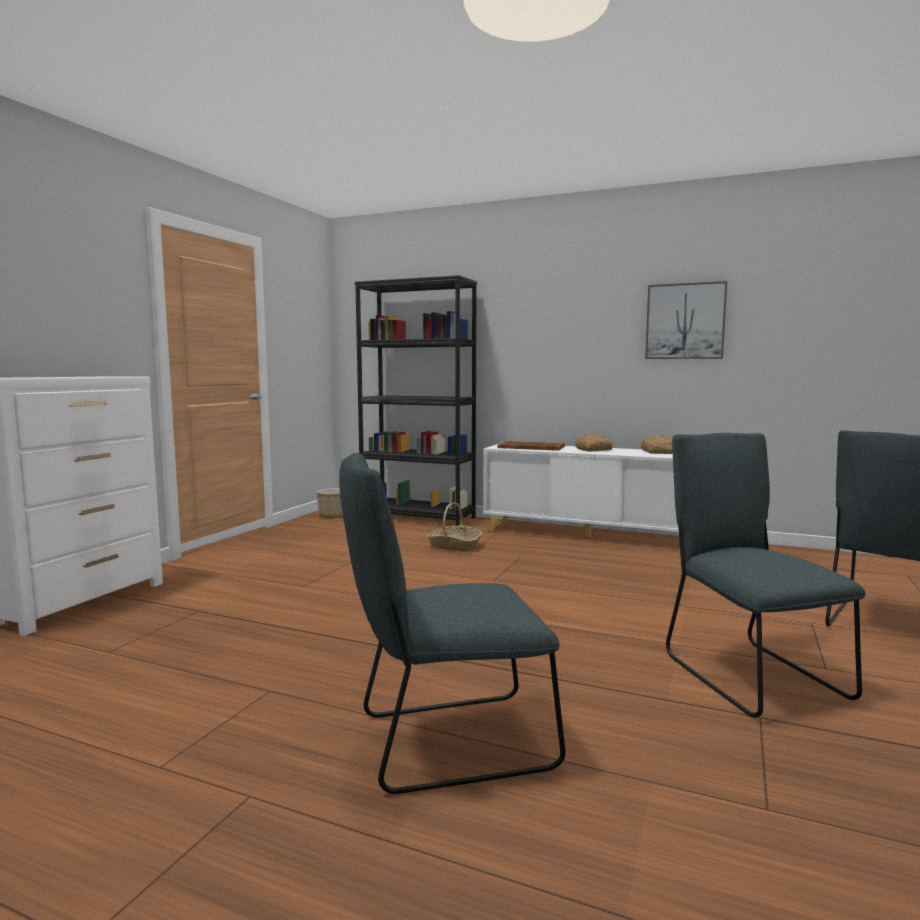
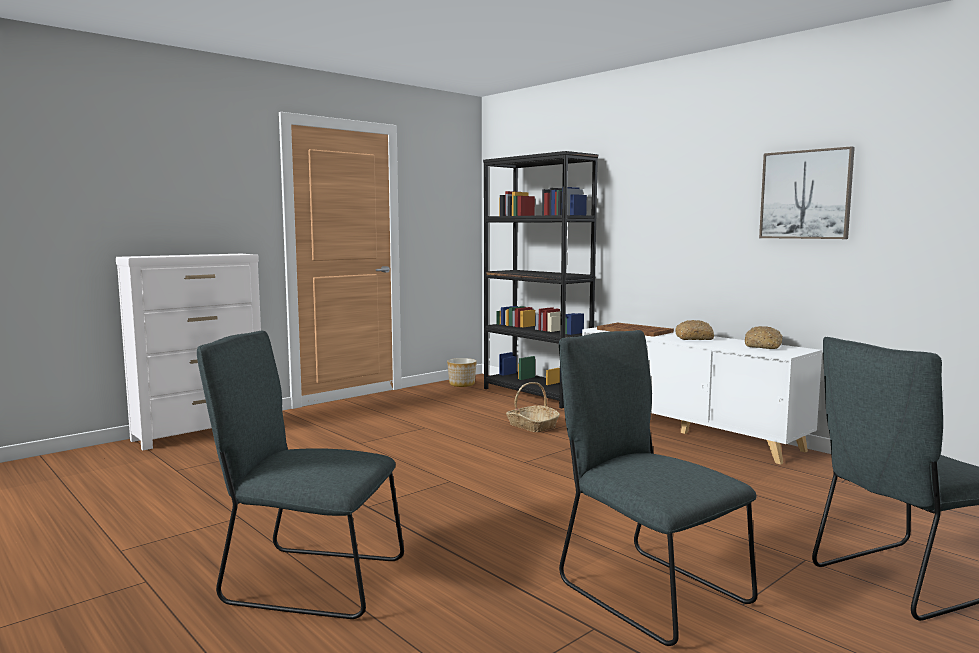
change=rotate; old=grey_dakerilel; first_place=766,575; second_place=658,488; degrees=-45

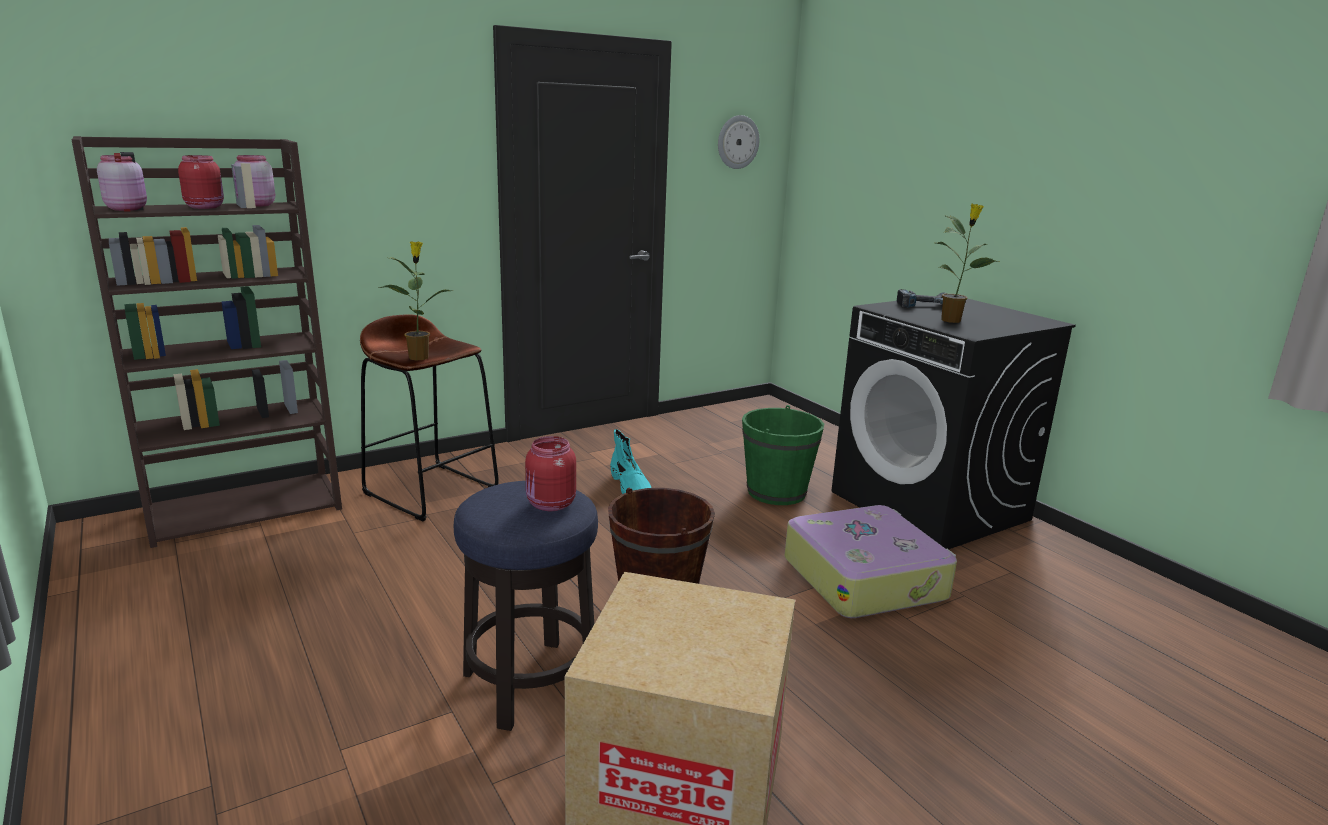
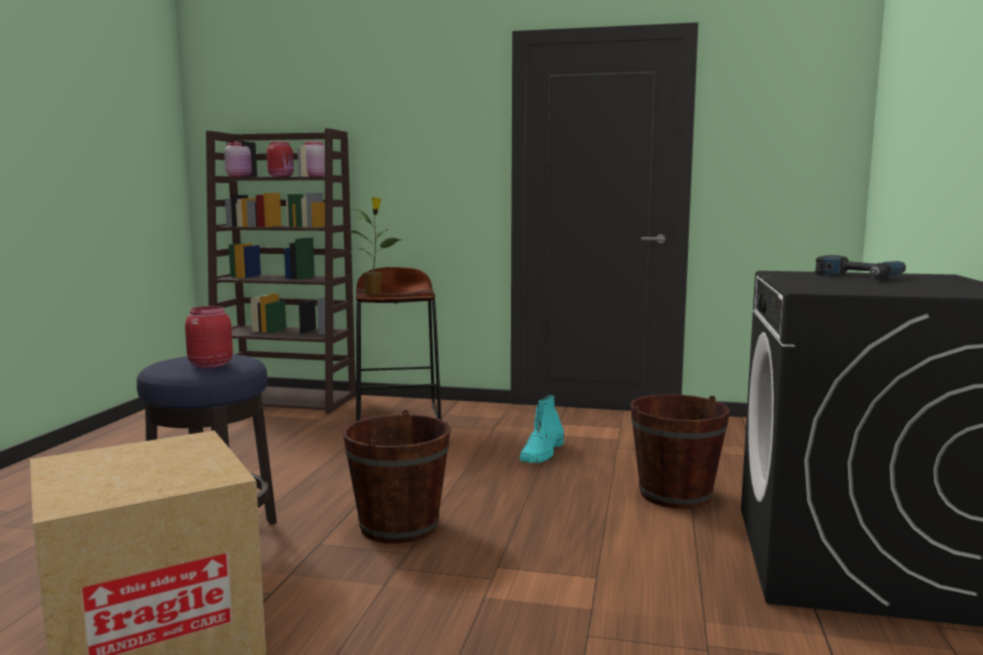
change=delete; old=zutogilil; first_place=739,142
change=delete; old=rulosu; first_place=871,561
change=delete; old=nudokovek; first_place=967,263
change=recolor; old=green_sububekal; new=brown_sububekal; first_place=783,455; second_place=680,451

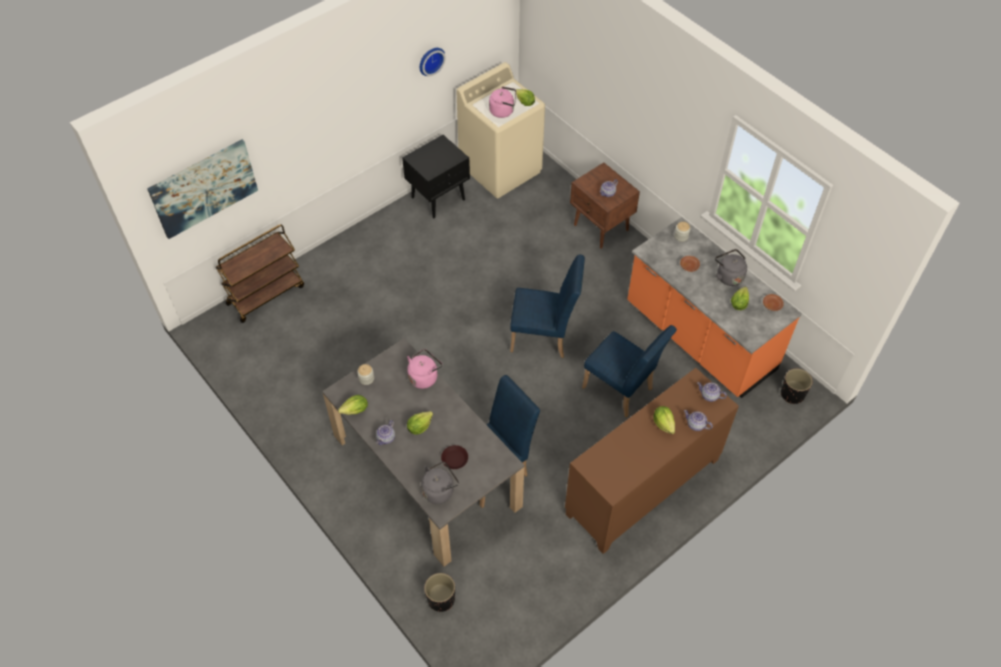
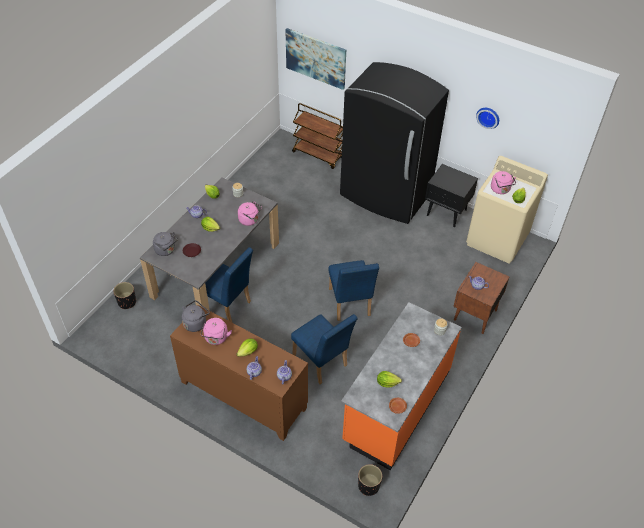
change=insert; new=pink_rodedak; second_place=216,331
change=insert; new=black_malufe; second_place=394,143
change=move; old=grey_rodedak; first_place=731,267; second_place=196,316
change=rotate; old=blue_dakerilel; first_place=629,371; second_place=324,349; degrees=-60

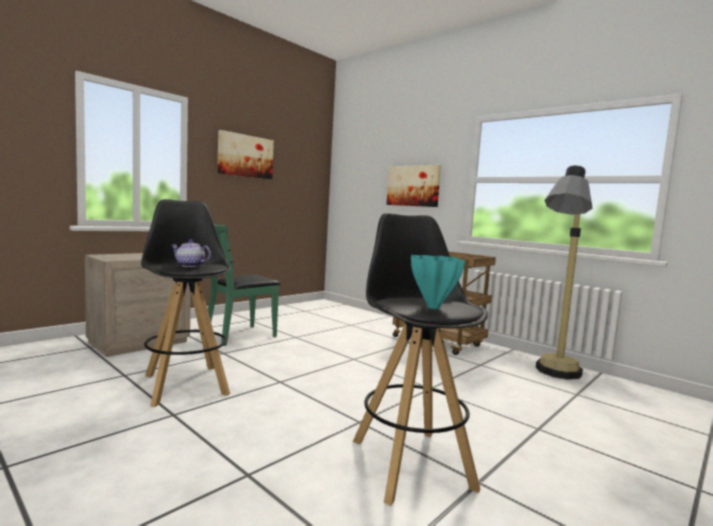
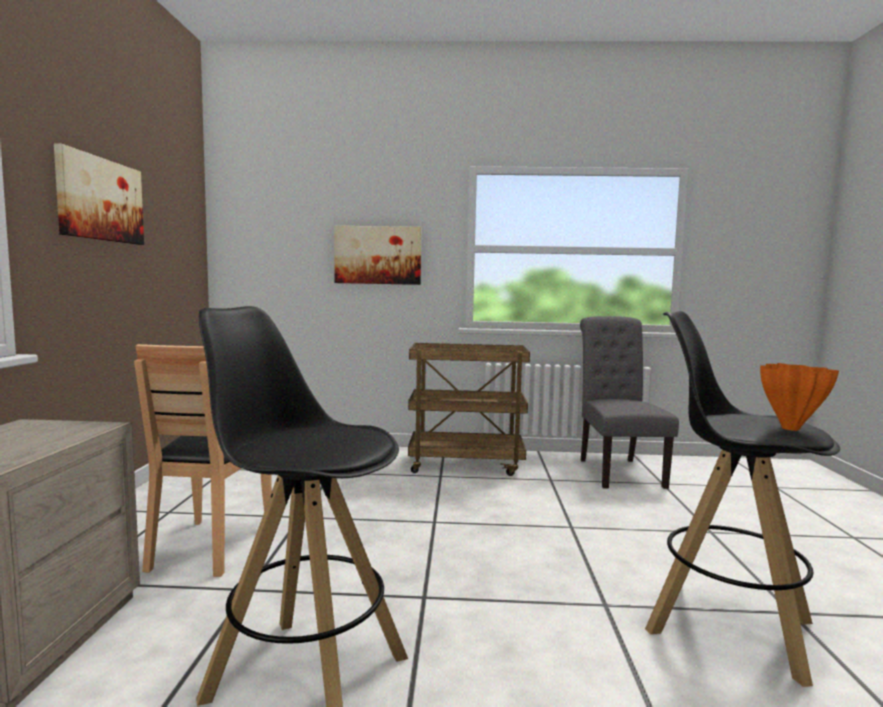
change=delete; old=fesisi; first_place=191,253
change=replace; old=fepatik; new=grey_dakerilel; first_place=564,272; second_place=629,402
change=recolor; old=green_dakerilel; new=brown_dakerilel; first_place=244,285; second_place=203,460
change=recolor; old=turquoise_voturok; new=orange_voturok; first_place=438,282; second_place=799,397

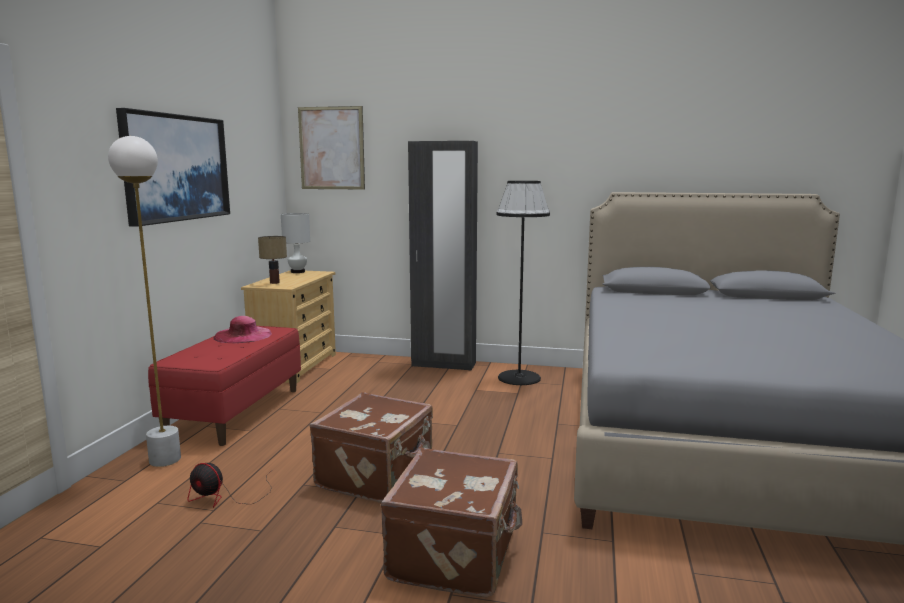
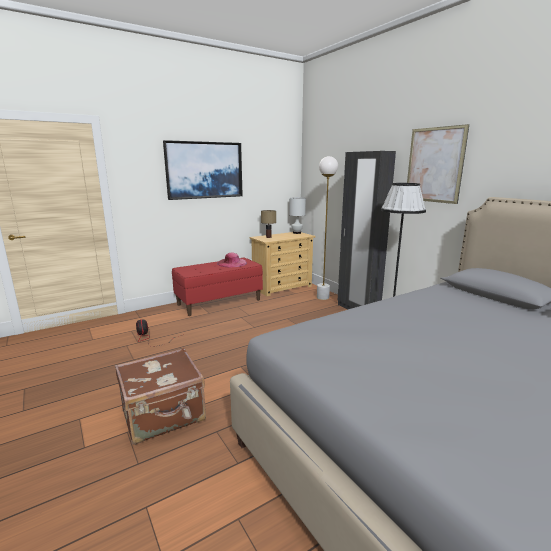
change=delete; old=brown_rulosu; first_place=371,447
change=move; old=white_fepatik; first_place=144,301; second_place=327,228
change=move; old=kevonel; first_place=331,148; second_place=438,164

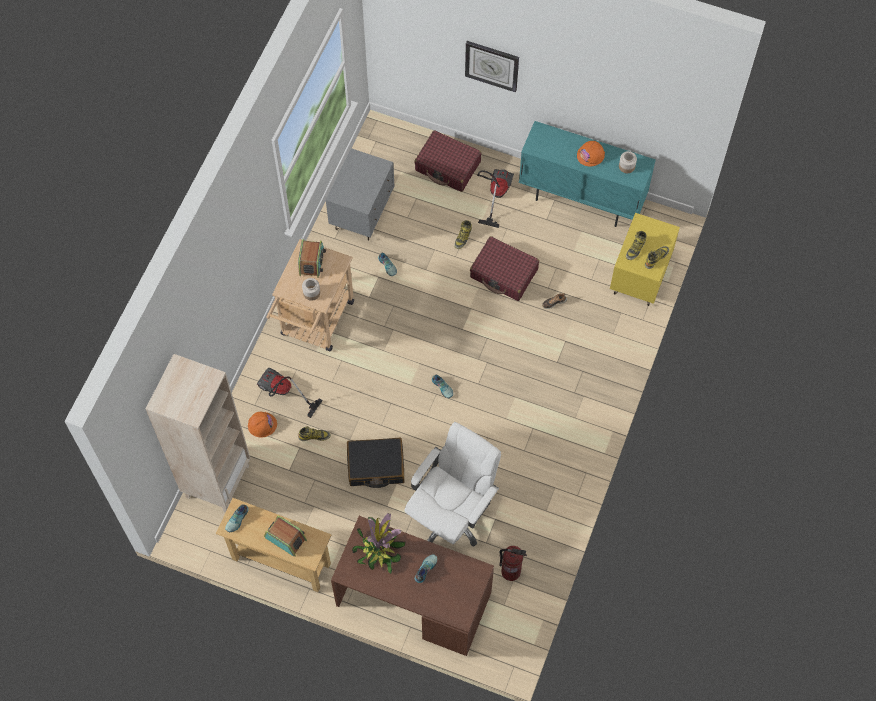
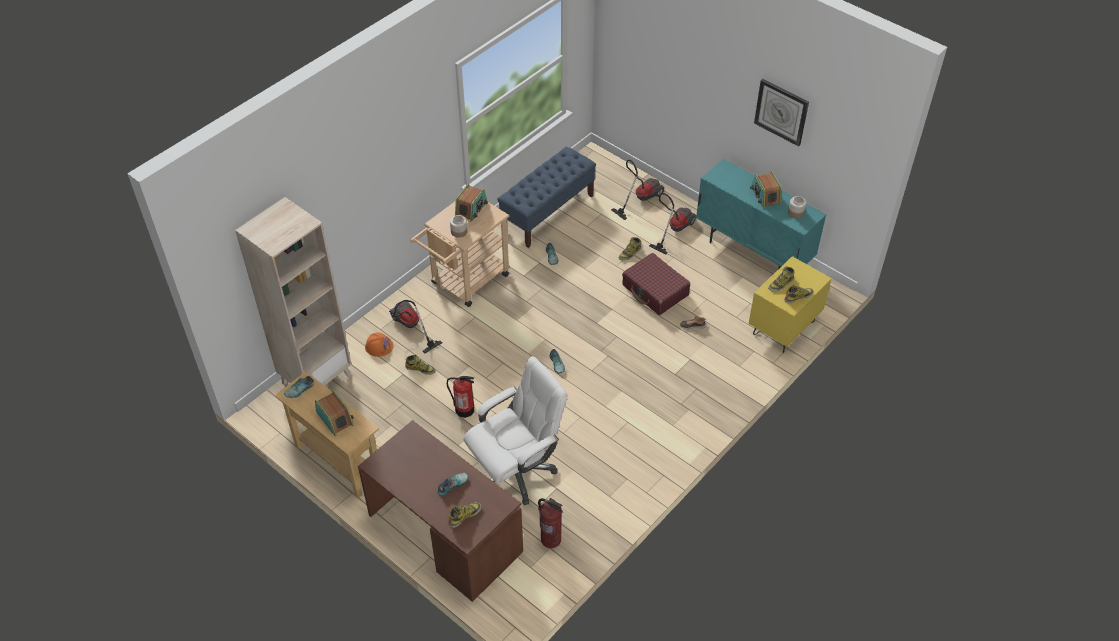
change=delete; old=nudokovek; first_place=378,543
change=insert; new=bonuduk; second_place=465,515
change=move; old=zutogilil; first_place=492,66; second_place=781,112
change=replace; old=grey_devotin; new=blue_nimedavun; first_place=360,194; second_place=546,197
change=replace; old=black_rulosu; new=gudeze; first_place=376,463; second_place=460,397
change=replace; old=red_rulosu; new=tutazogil; first_place=447,161; second_place=638,190
change=replace; old=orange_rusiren; new=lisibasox; first_place=591,154; second_place=766,189

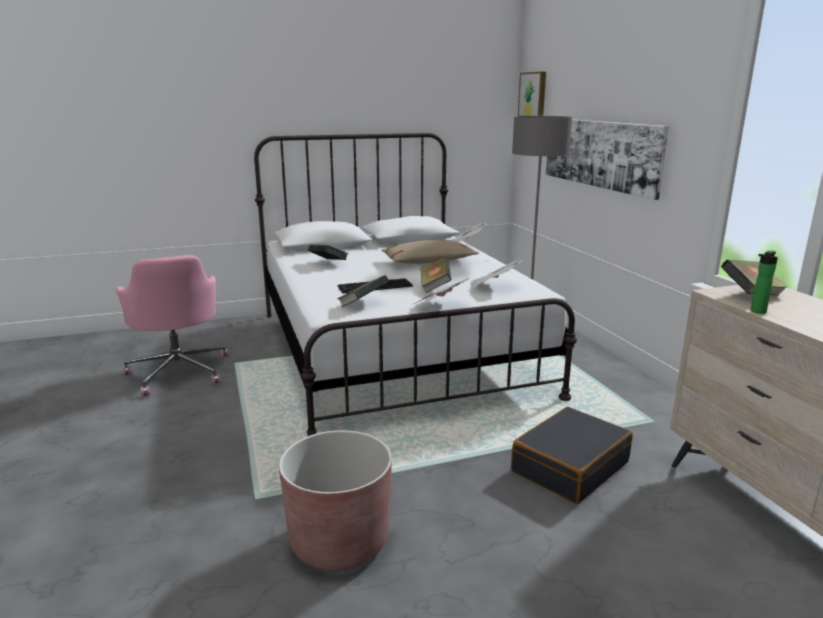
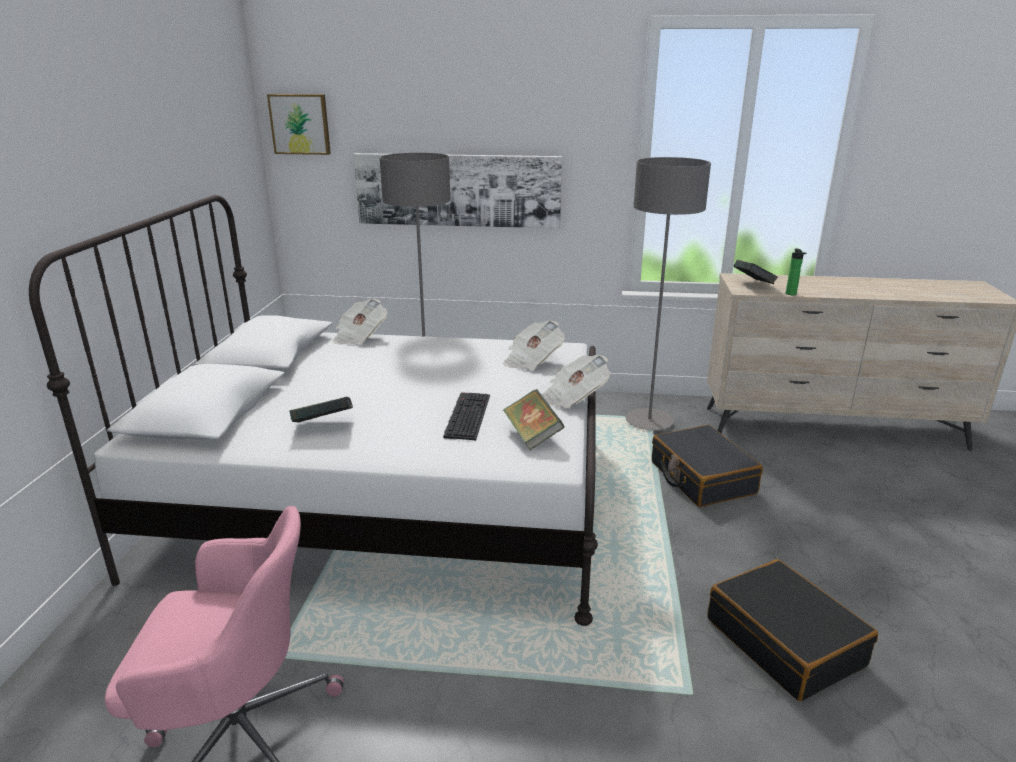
change=delete; old=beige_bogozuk; first_place=430,252
change=delete; old=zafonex; first_place=436,275
change=insert; new=grey_fepatik; second_place=668,293
change=replace; old=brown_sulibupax; new=black_rulosu; first_place=335,500; second_place=792,630

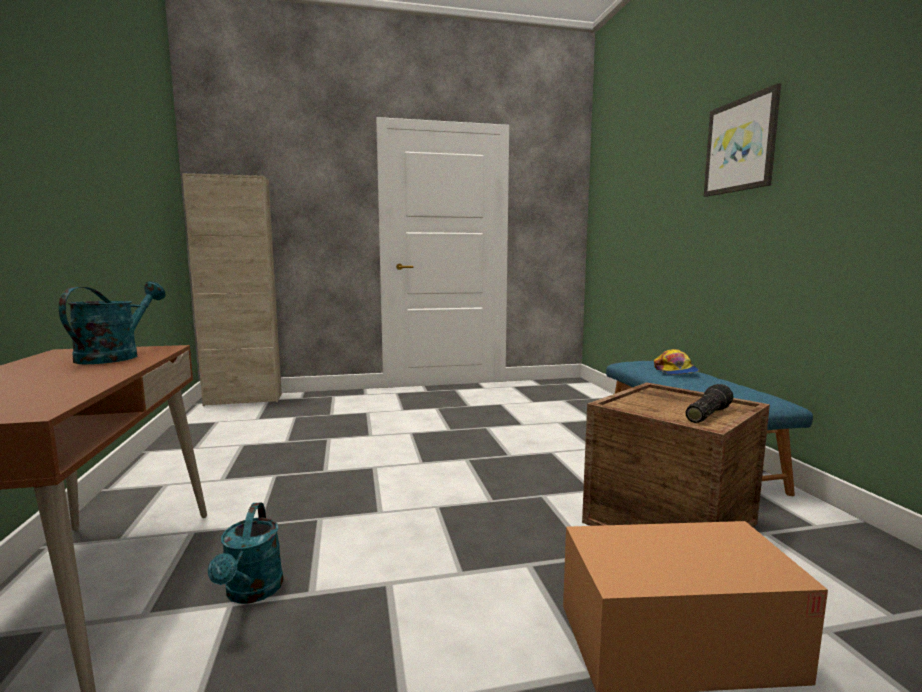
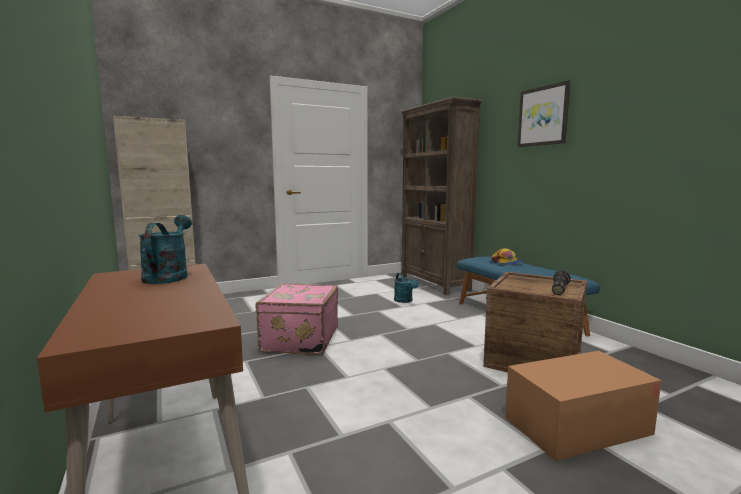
change=insert; new=pink_rulosu; second_place=297,319
change=insert; new=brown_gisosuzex; second_place=441,195
change=move; old=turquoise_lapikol; first_place=245,553; second_place=406,288

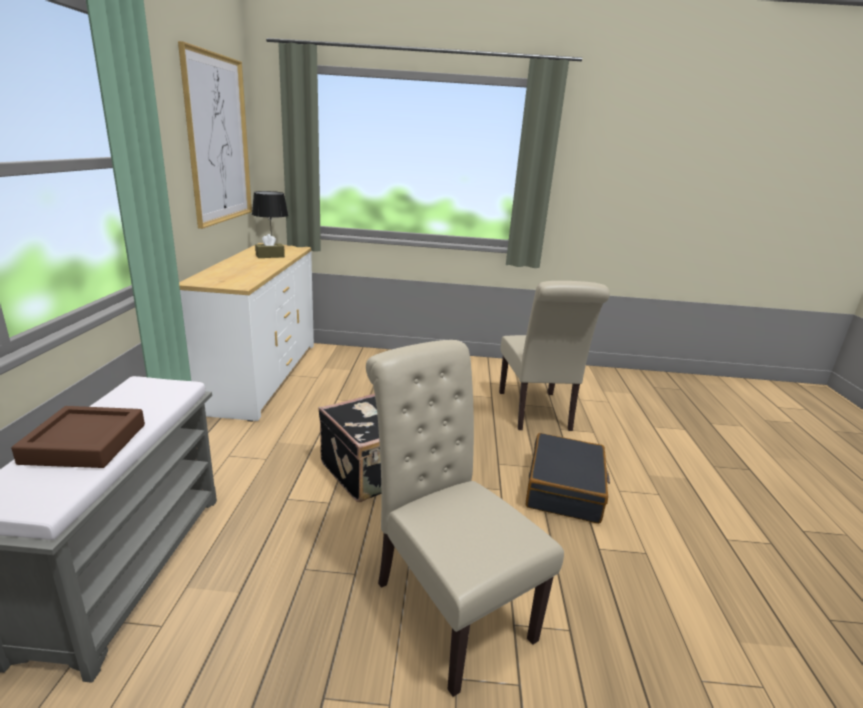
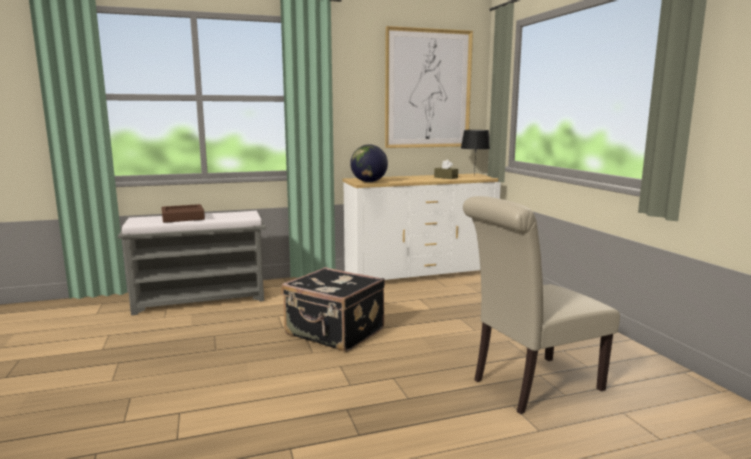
change=delete; old=beige_dakerilel; first_place=465,518
change=delete; old=black_rulosu; first_place=568,478
change=insert; new=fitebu; second_place=369,163

